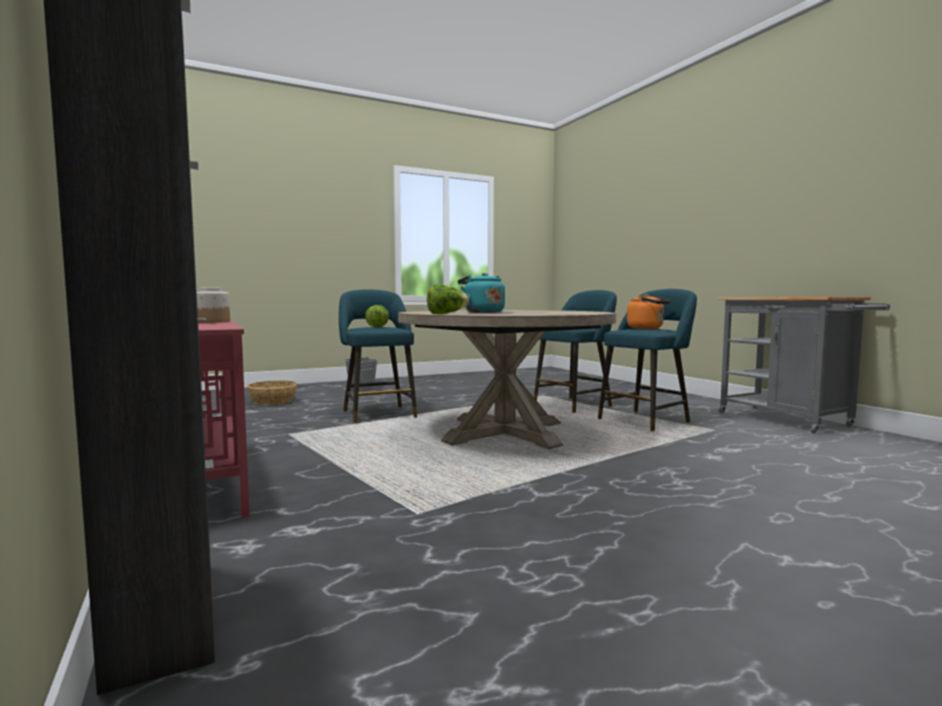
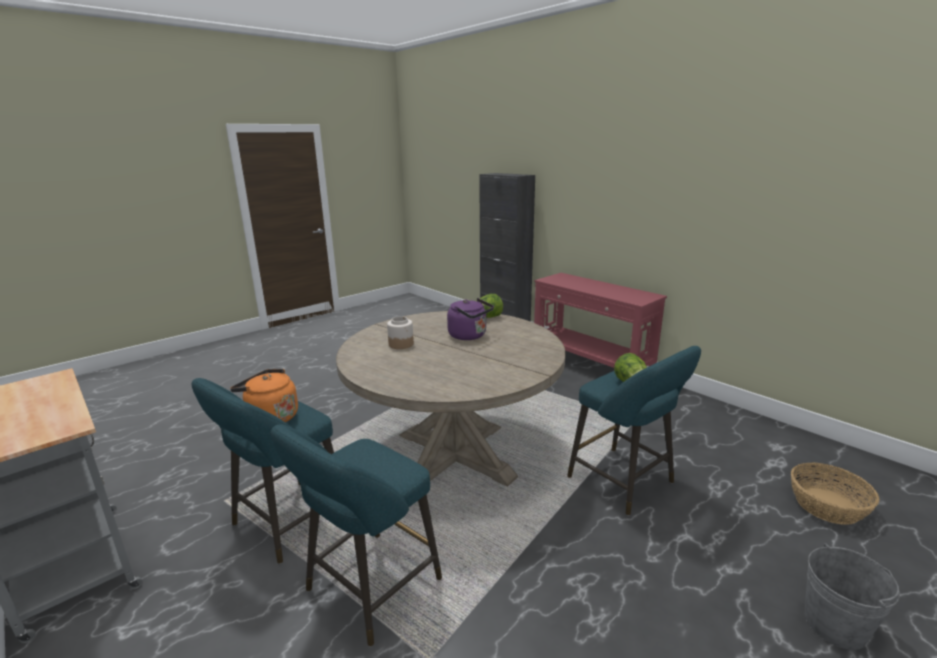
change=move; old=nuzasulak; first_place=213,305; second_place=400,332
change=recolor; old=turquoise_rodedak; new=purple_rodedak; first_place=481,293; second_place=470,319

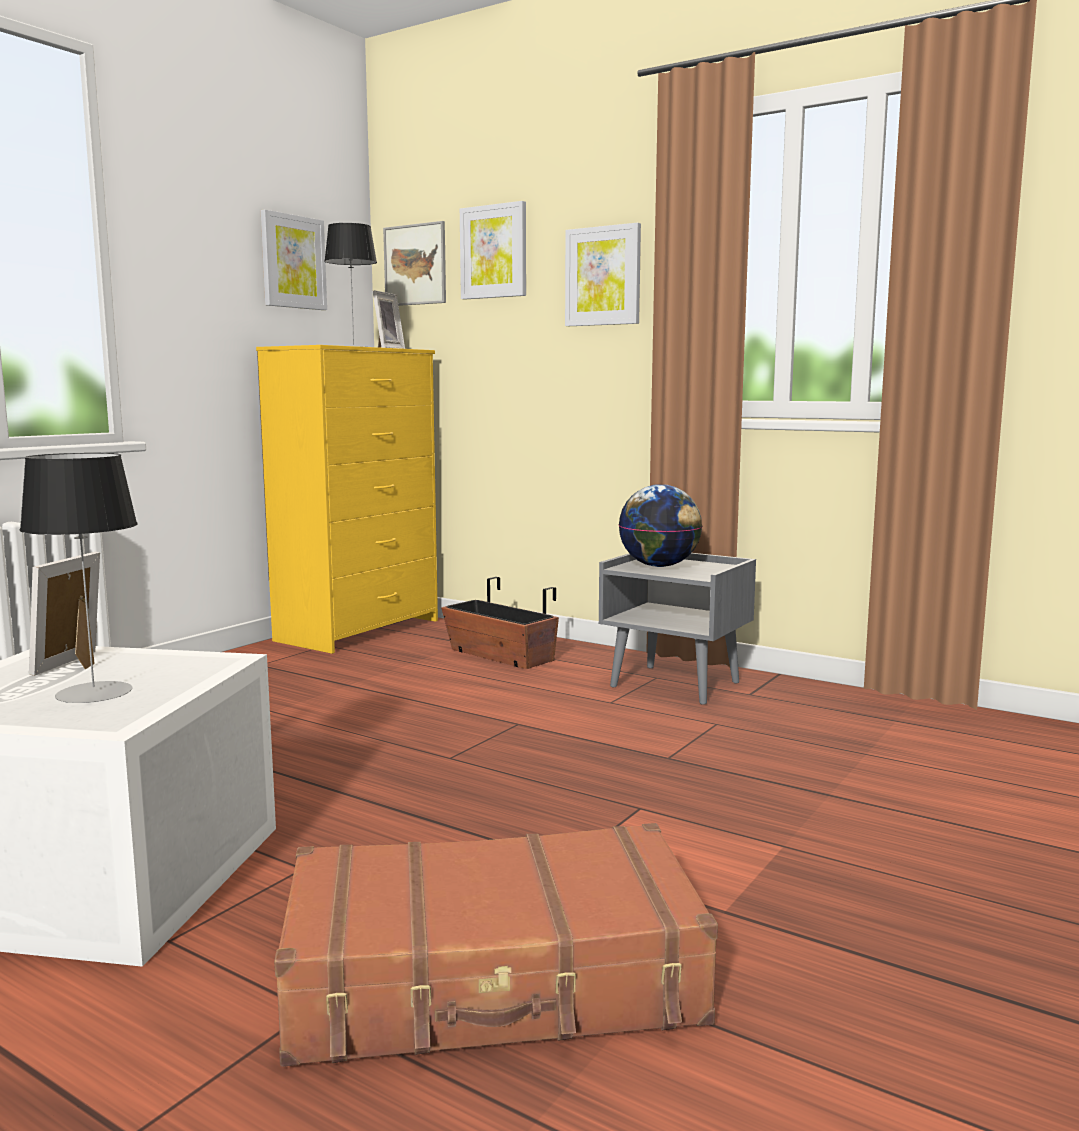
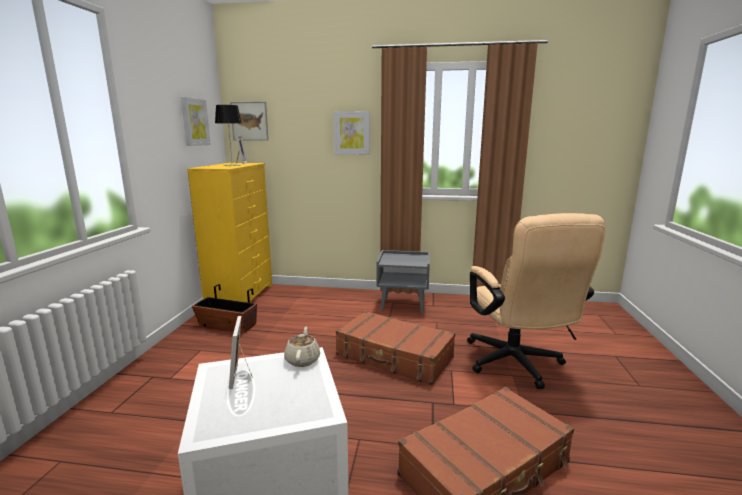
change=delete; old=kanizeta; first_place=79,578
change=delete; old=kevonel; first_place=493,250
change=delete; old=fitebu; first_place=660,525
change=insert; new=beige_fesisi; second_place=302,347
change=insert; new=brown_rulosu; second_place=395,348
change=insert; new=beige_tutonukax; second_place=536,301
change=move; old=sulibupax; first_place=500,623; second_place=224,308

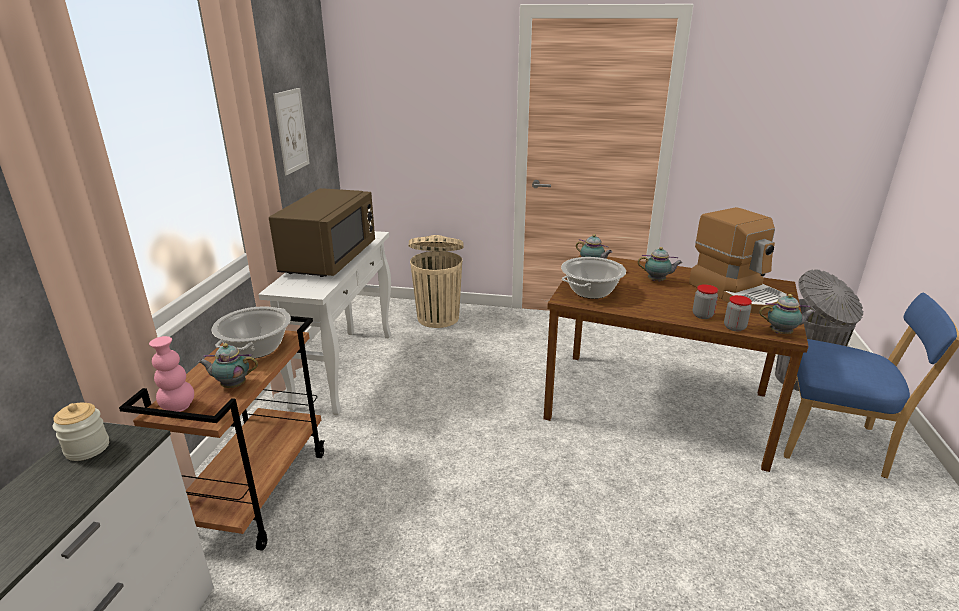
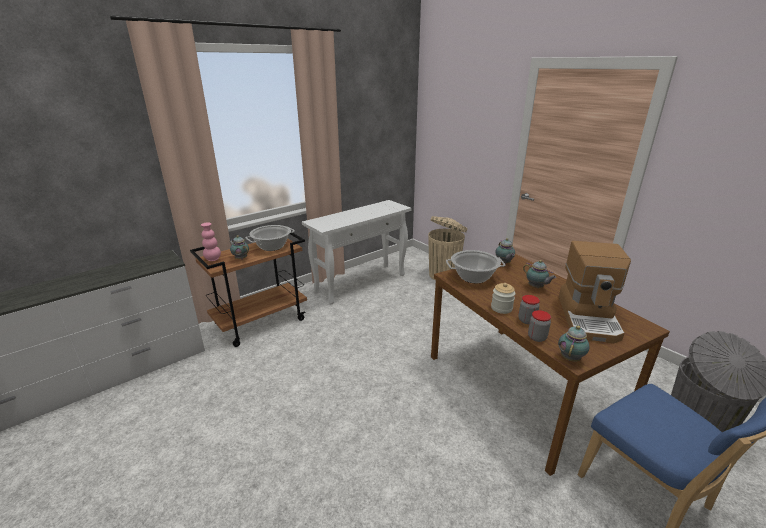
change=delete; old=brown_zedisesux; first_place=322,232
change=delete; old=kevonel; first_place=291,131
change=move; old=nuzasulak; first_place=81,432; second_place=503,298
change=rotate; old=fesisi; first_place=787,314; second_place=574,343; degrees=-105

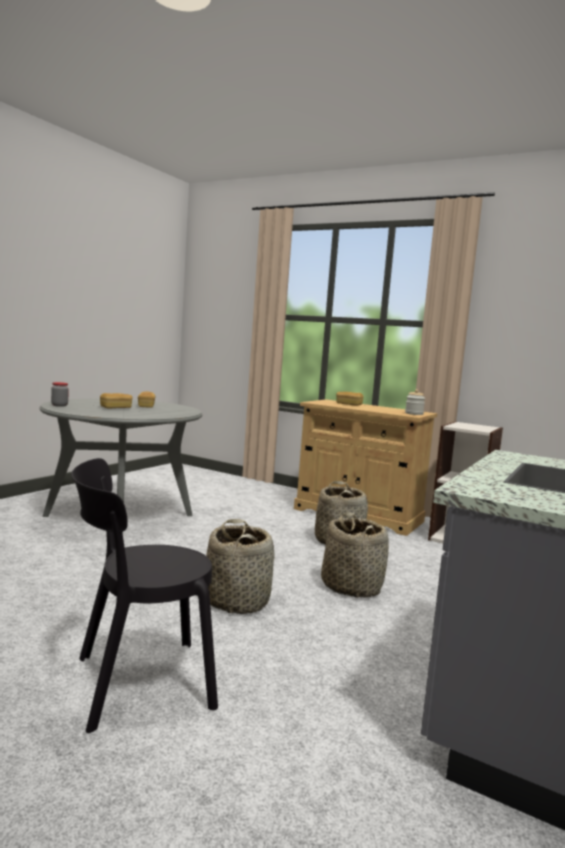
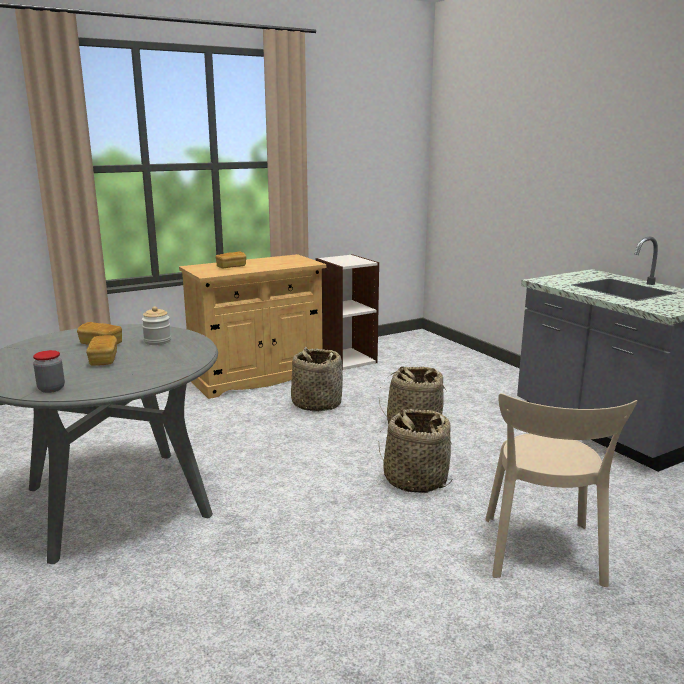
change=move; old=nuzasulak; first_place=415,402; second_place=156,325
change=recolor; old=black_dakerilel; new=beige_dakerilel; first_place=144,595; second_place=561,490

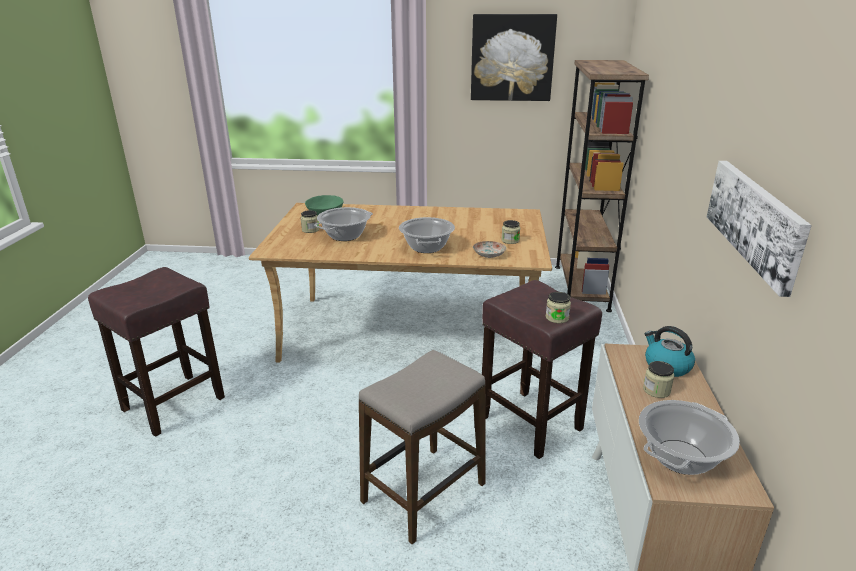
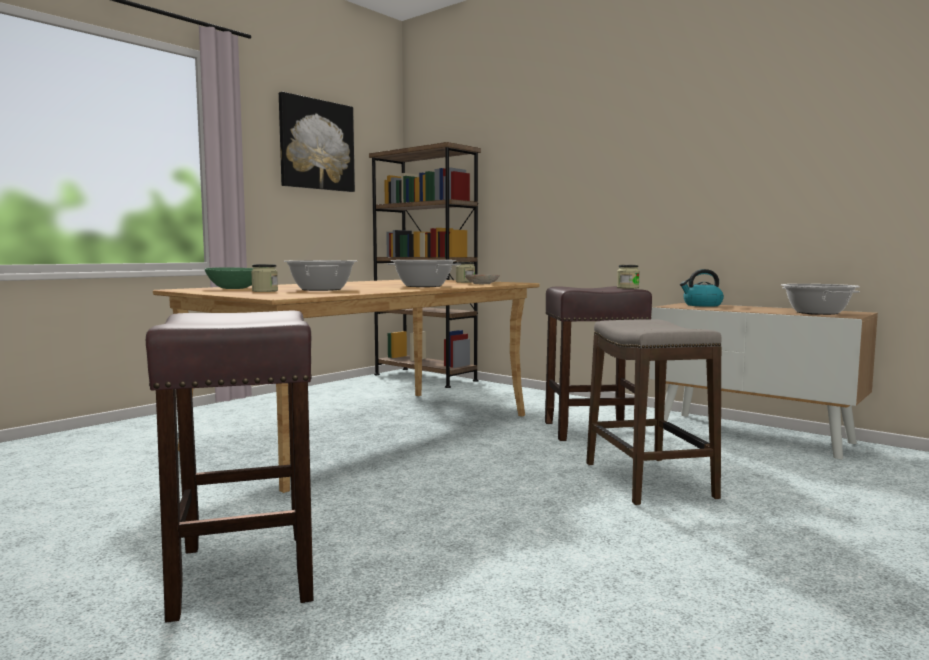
change=delete; old=nuzasulak; first_place=658,379
change=delete; old=kevonel; first_place=759,229

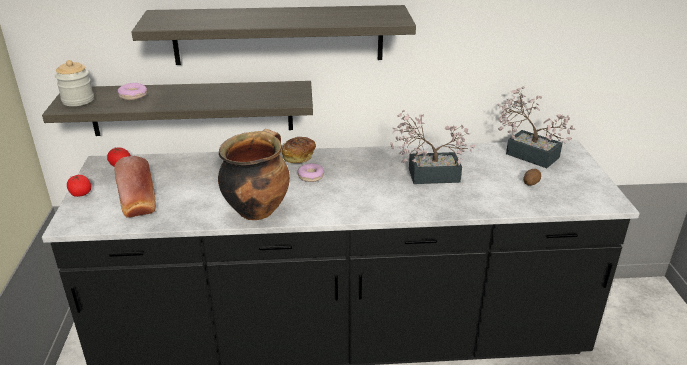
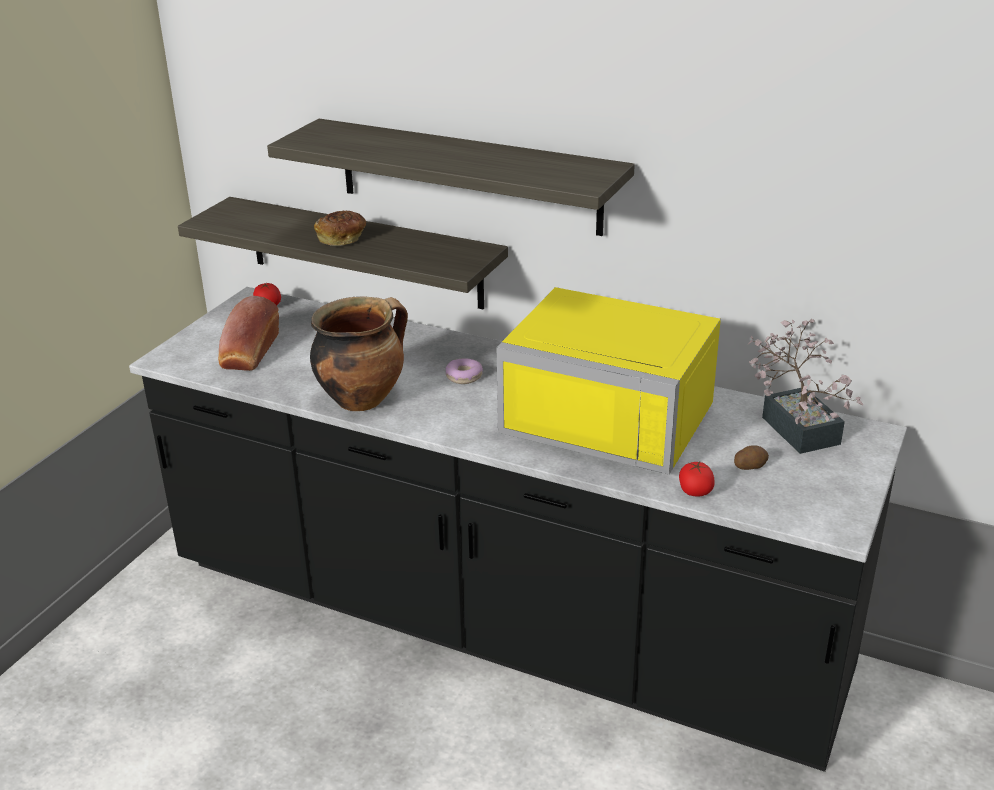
change=delete; old=nuzasulak; first_place=74,83
change=delete; old=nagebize; first_place=132,91
change=move; old=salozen; first_place=79,186; second_place=696,479
change=move; old=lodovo; first_place=299,150; second_place=340,228
change=replace; old=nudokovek; new=yellow_zedisesux; first_place=432,147; second_place=608,380

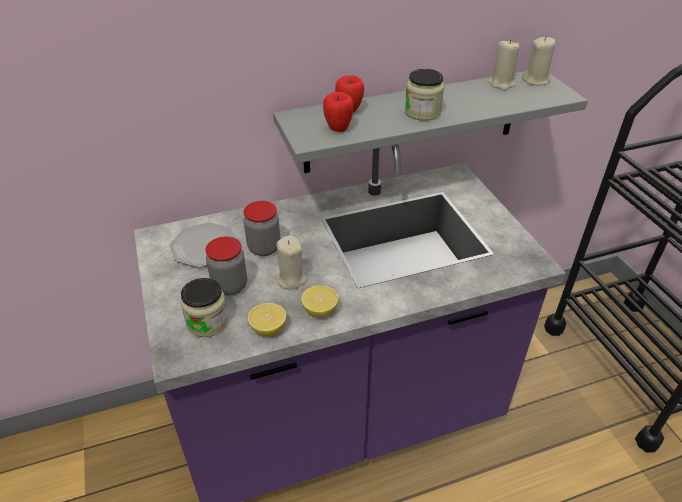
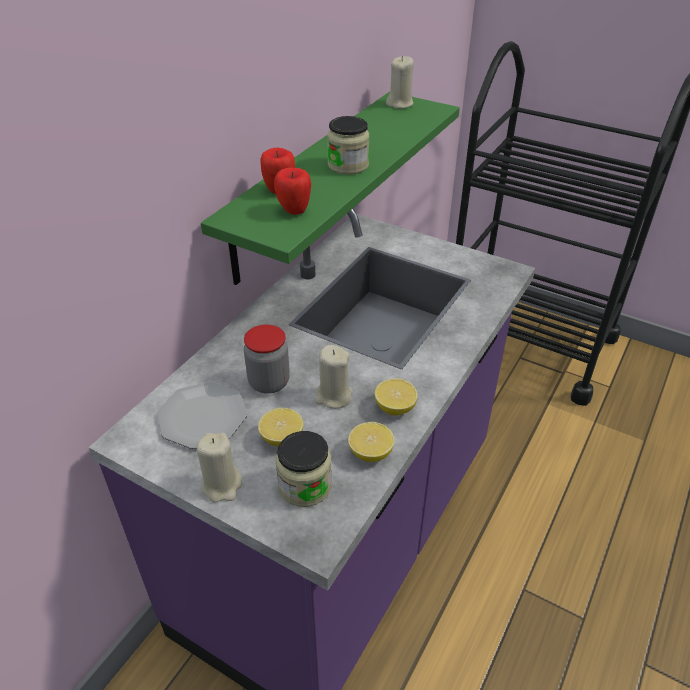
change=move; old=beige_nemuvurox; first_place=504,64; second_place=219,468
change=replace; old=nuzasulak; new=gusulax; first_place=226,266; second_place=281,427
change=recolor; old=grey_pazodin; new=green_pazodin; first_place=430,122; second_place=330,188

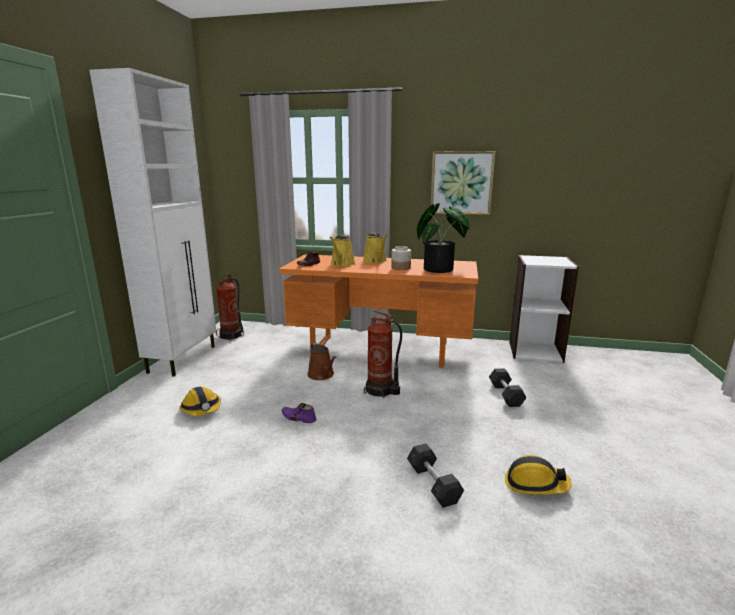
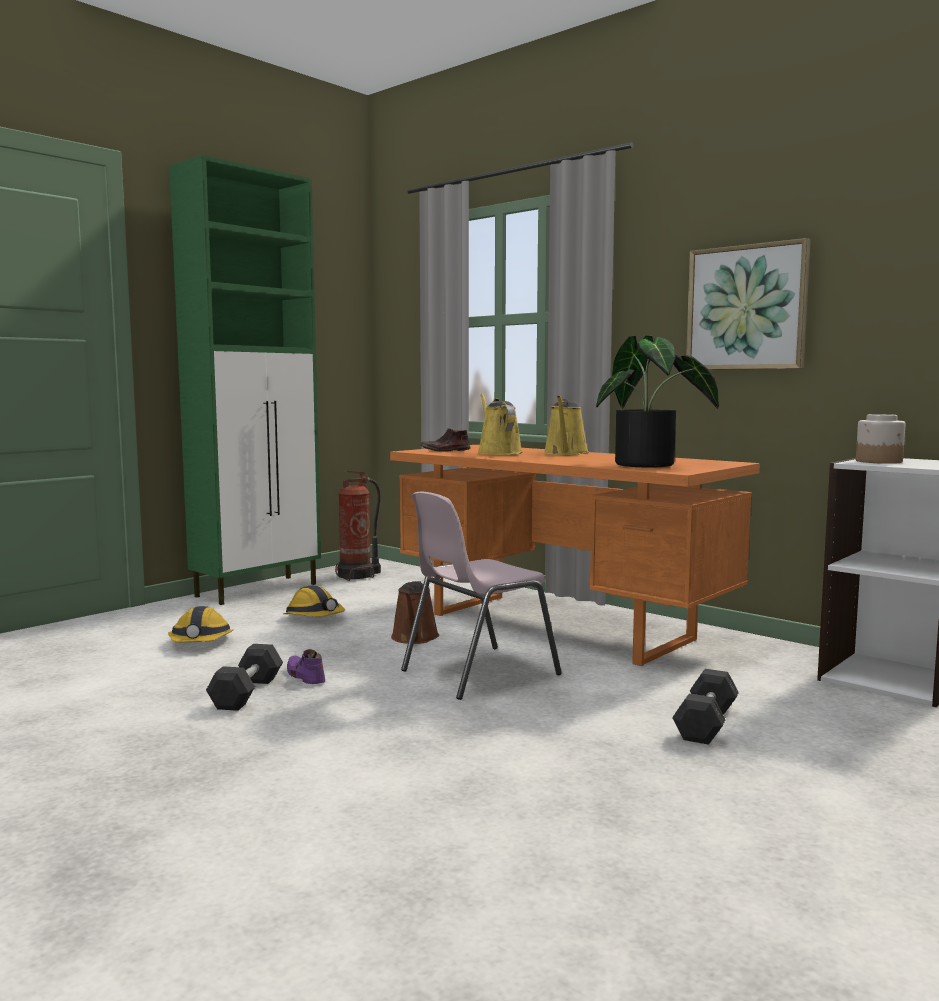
change=move; old=nuzasulak; first_place=401,258; second_place=880,439
change=move; old=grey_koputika; first_place=435,476; second_place=244,677
change=move; old=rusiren; first_place=538,475; second_place=314,601
change=replace; old=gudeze; new=pink_dakerilel; first_place=383,354; second_place=481,596
change=recolor; old=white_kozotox; new=green_kozotox; first_place=153,222; second_place=245,380
change=rotate; old=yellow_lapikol; first_place=343,250; second_place=500,424; degrees=120

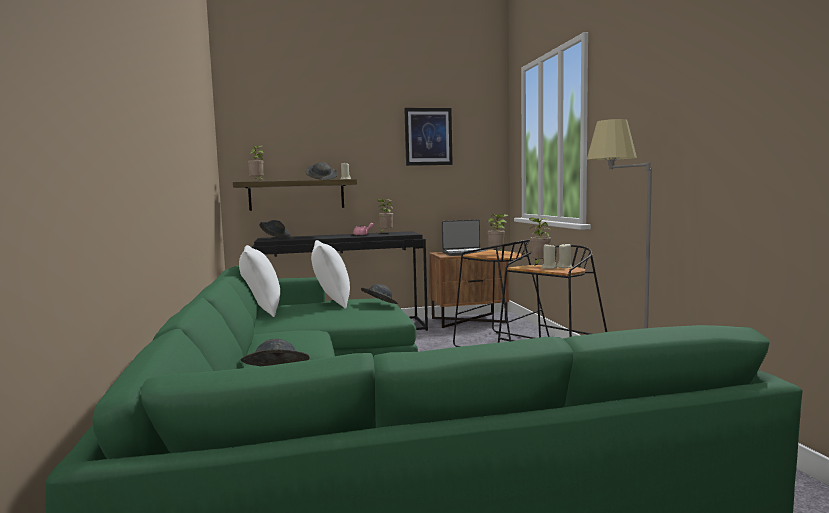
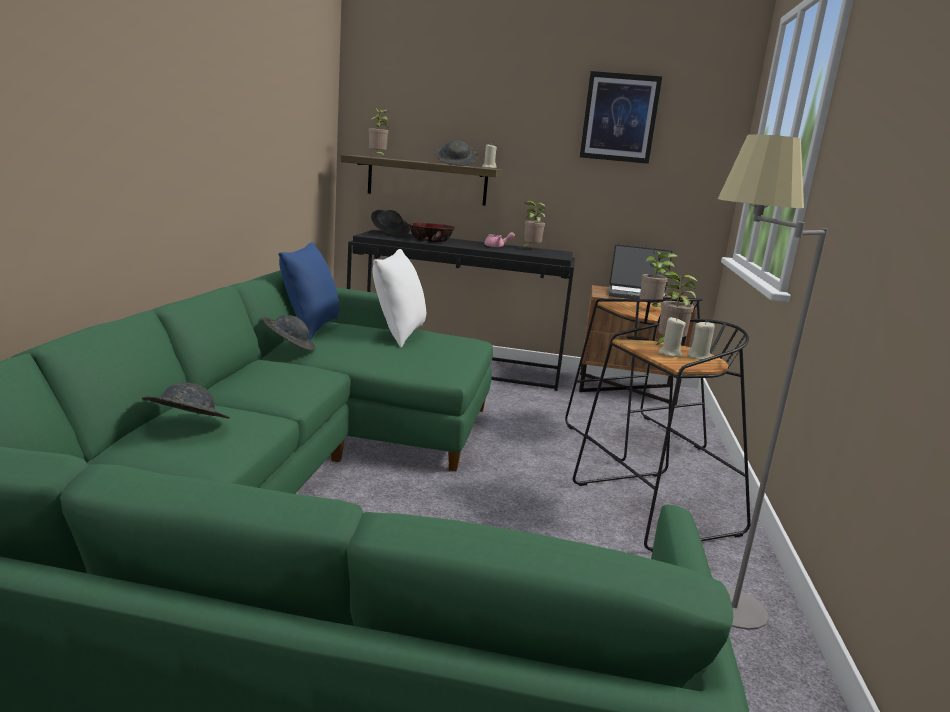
change=insert; new=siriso; second_place=431,232
change=move; old=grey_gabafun; first_place=379,294; second_place=289,332
change=recolor; old=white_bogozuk; new=blue_bogozuk; first_place=259,281; second_place=309,291

